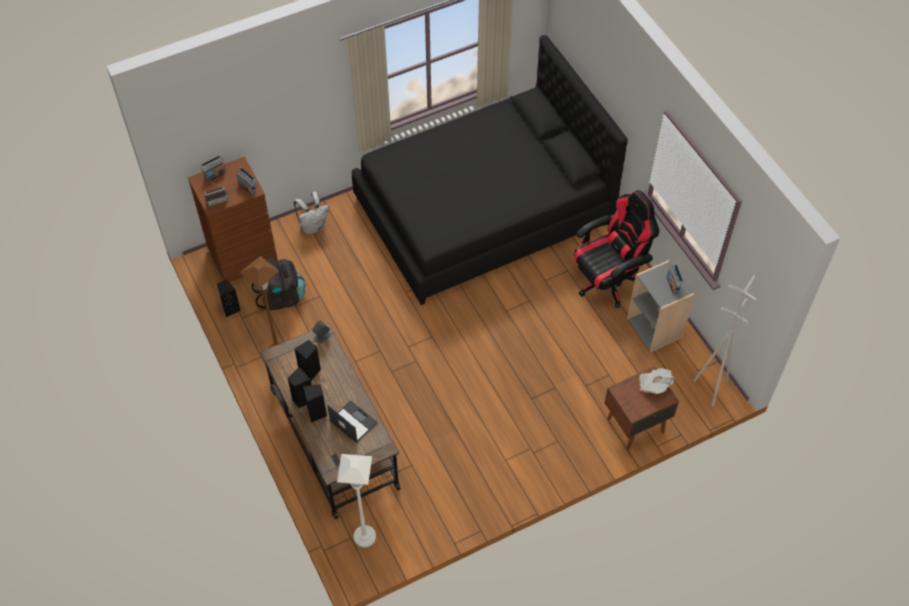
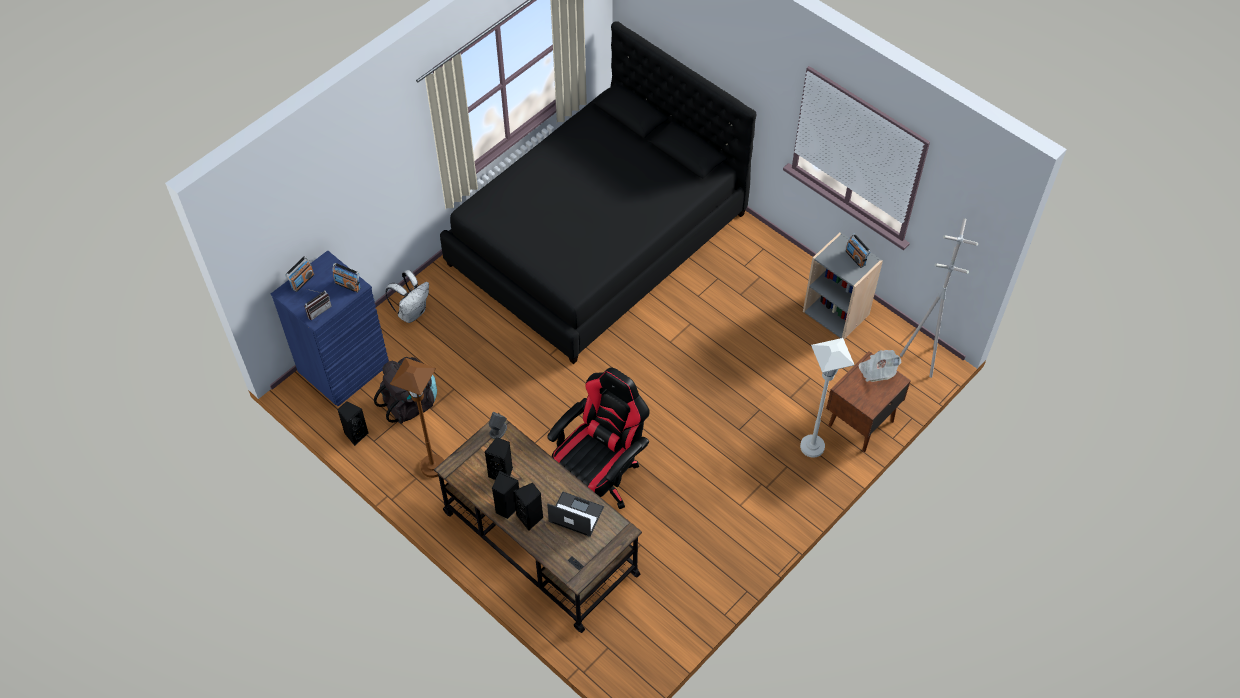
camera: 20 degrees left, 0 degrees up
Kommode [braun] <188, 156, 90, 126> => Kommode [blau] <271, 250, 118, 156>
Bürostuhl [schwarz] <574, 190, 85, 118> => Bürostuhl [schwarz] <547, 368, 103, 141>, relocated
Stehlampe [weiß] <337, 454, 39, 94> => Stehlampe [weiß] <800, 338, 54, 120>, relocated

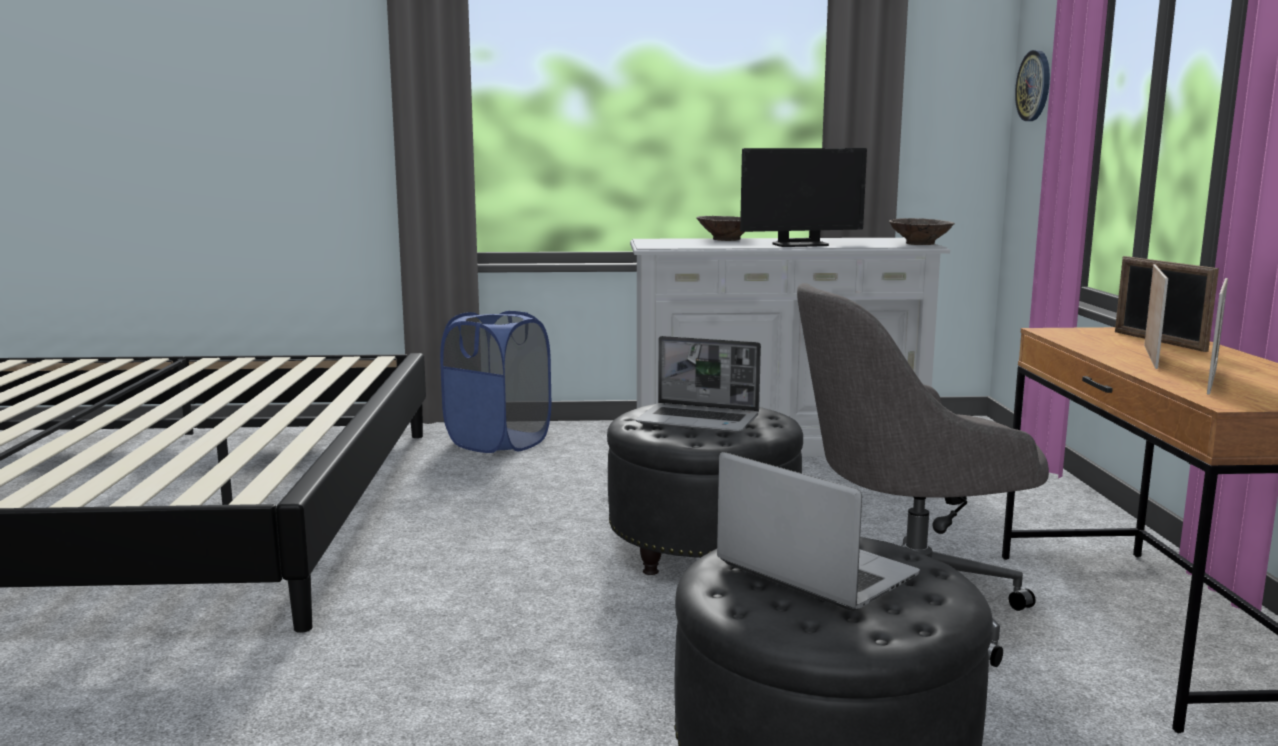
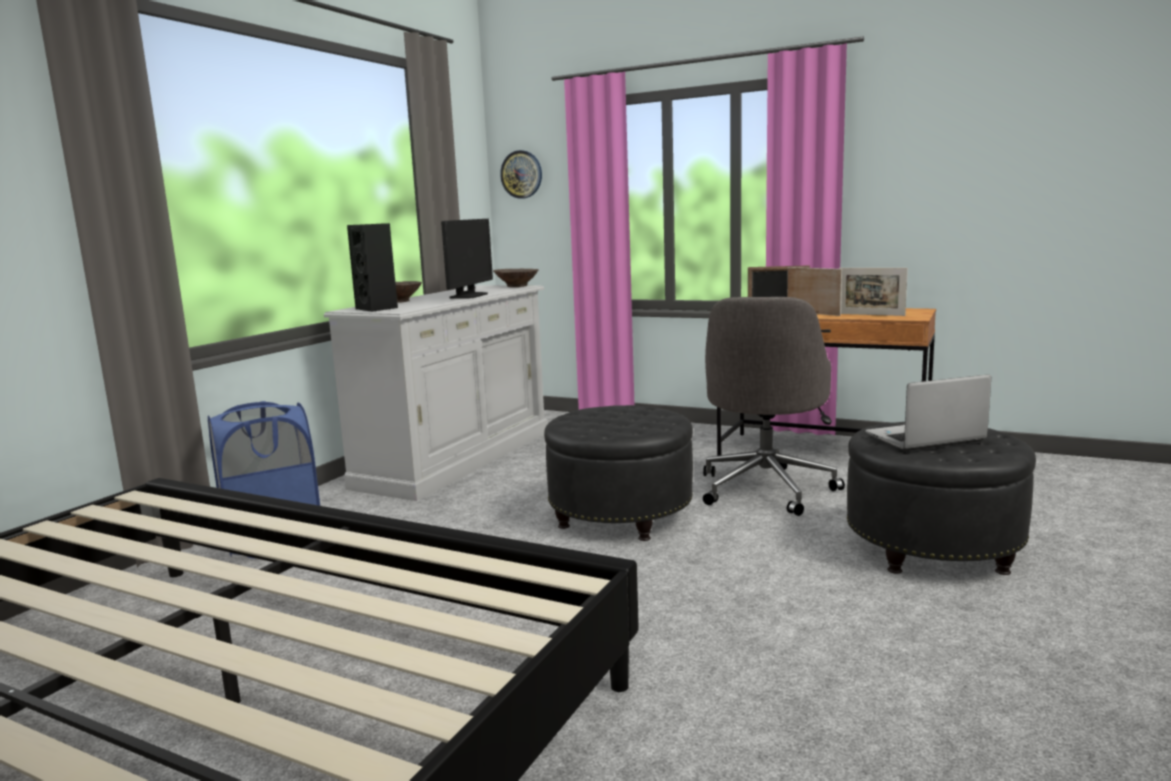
camera: 60 degrees left, 0 degrees up
nothing => Lautsprecher [schwarz] <347, 223, 51, 89>
Bilderrahmen <1207, 278, 21, 117> => Bilderrahmen <839, 268, 69, 48>, 150 degrees clockwise
Laptop <636, 336, 125, 97> => nothing

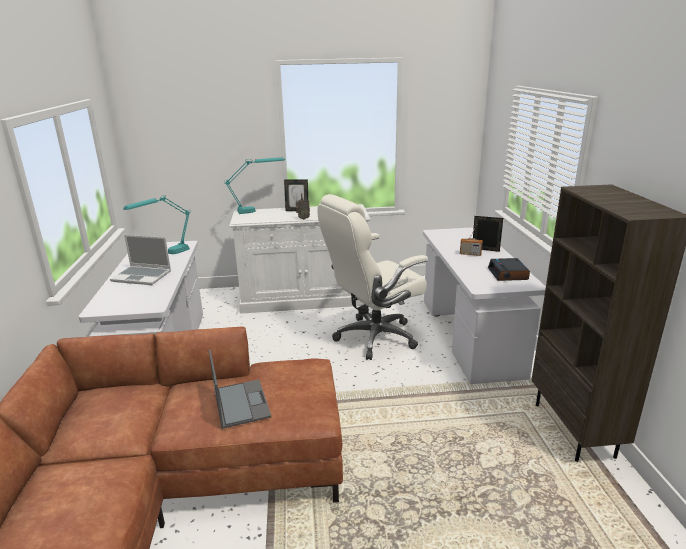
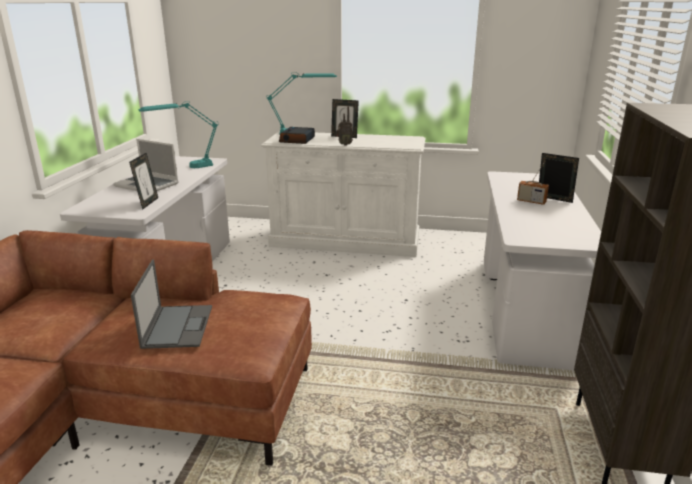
camera: 15 degrees right, 0 degrees up
nothing => Bilderrahmen <129, 153, 29, 57>
Wecker <488, 258, 42, 23> => Wecker <279, 127, 36, 17>, relocated
Bürostuhl [weiß] <317, 194, 111, 166> => nothing

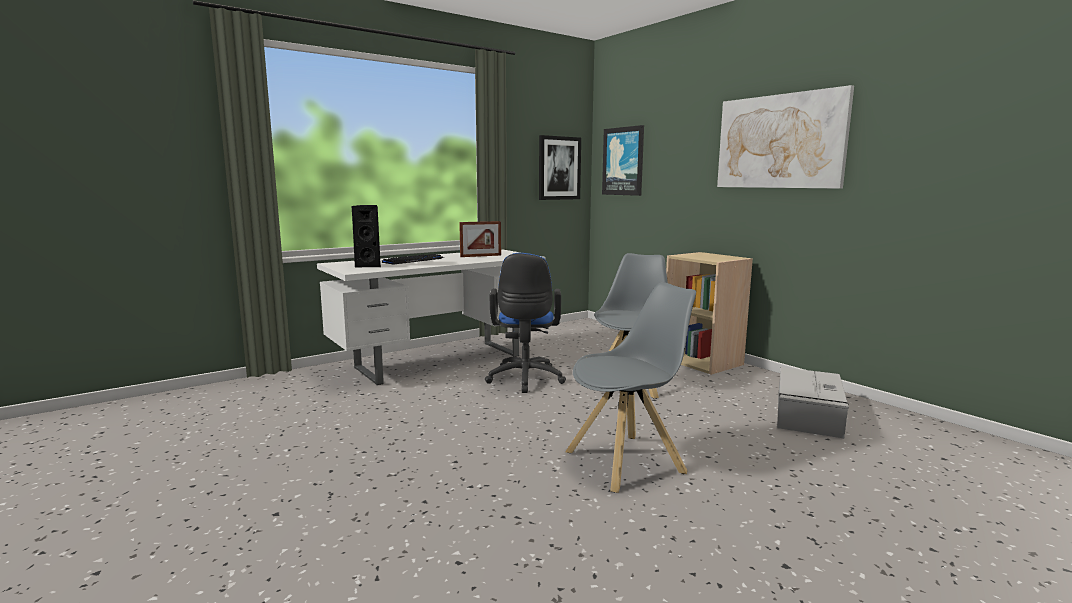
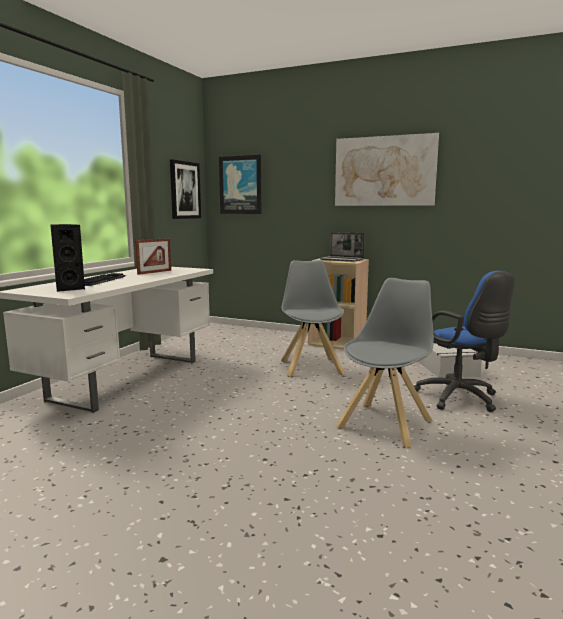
camera: 30 degrees left, 0 degrees up
nothing => Laptop <319, 232, 46, 30>
Bürostuhl [blau] <485, 253, 81, 140> => Bürostuhl [blau] <414, 271, 101, 141>, relocated

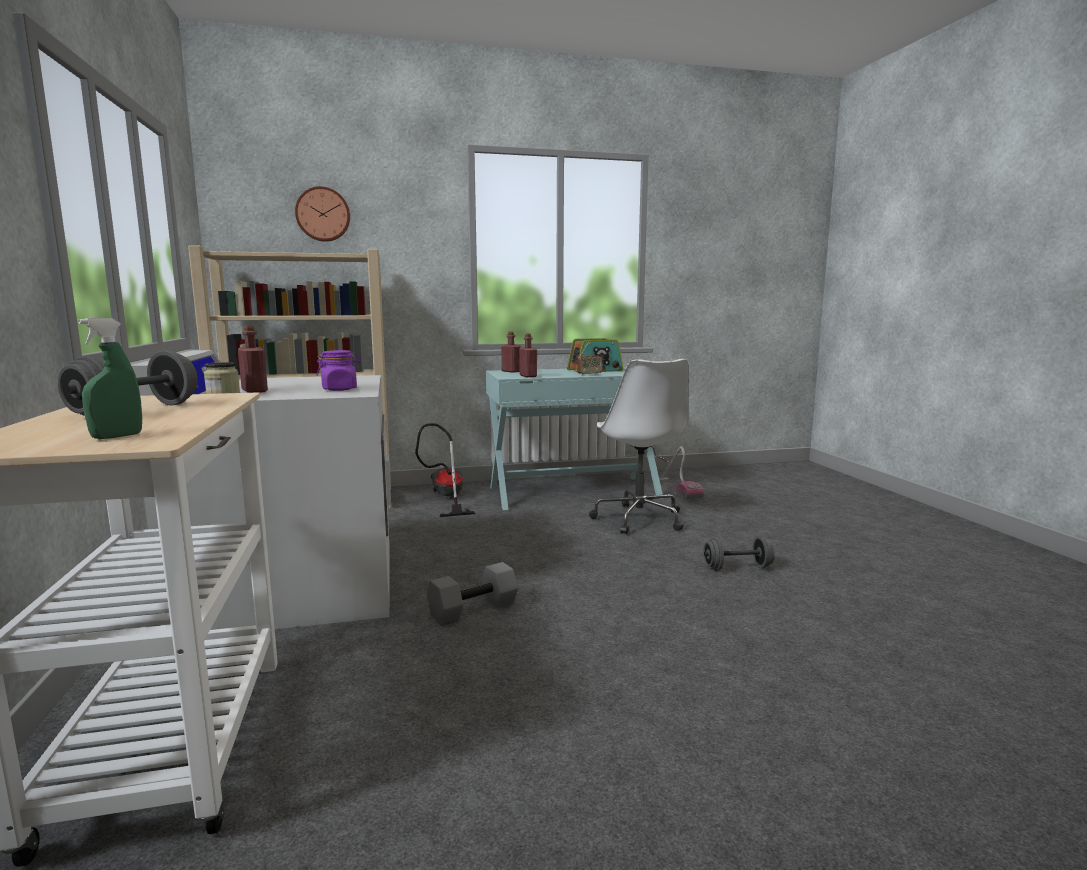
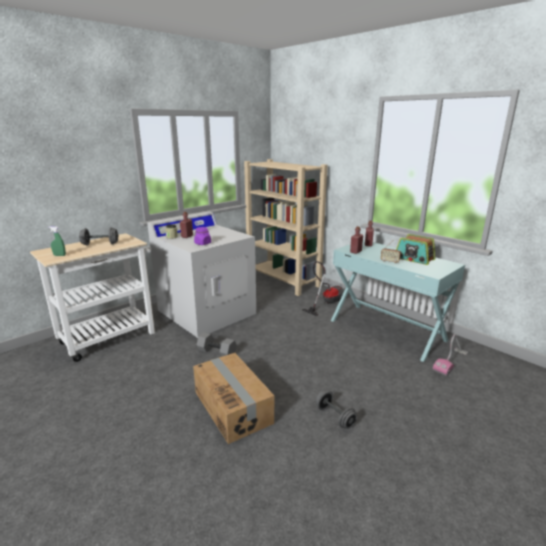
camera: 60 degrees right, 10 degrees up
nothing => Karton <193, 353, 82, 91>
Wanduhr <295, 186, 55, 56> => nothing
Bürostuhl [weiß] <589, 359, 100, 175> => nothing

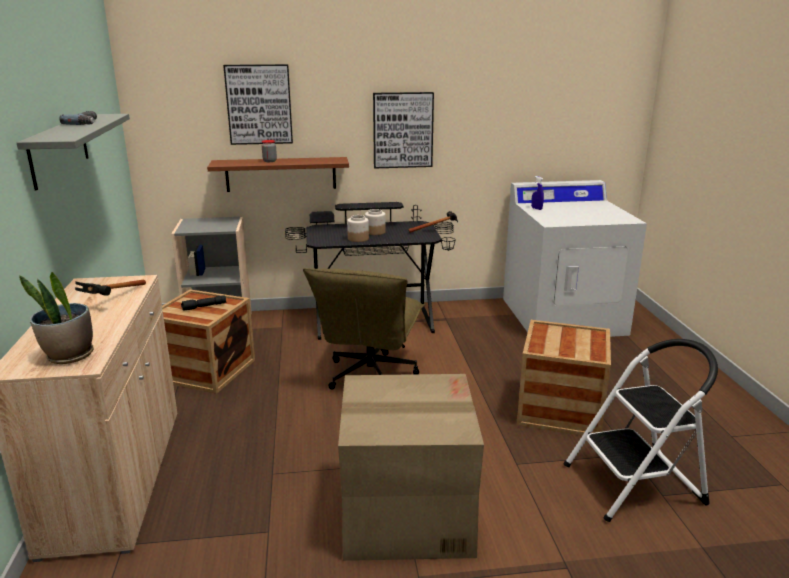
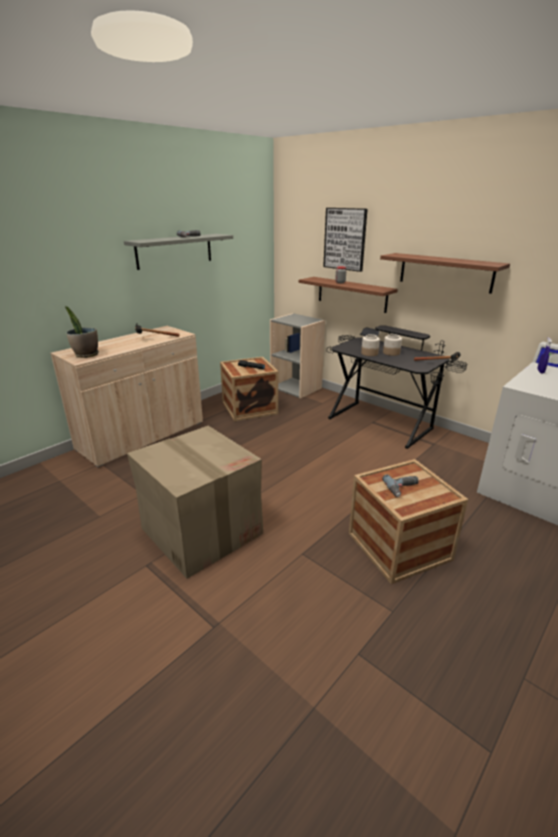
camera: 50 degrees right, 5 degrees up
Bild <373, 92, 61, 76> => Wandregal [braun] <380, 253, 130, 41>
nothing => Bohrmaschine <382, 475, 37, 22>
Bürostuhl [beige] <303, 268, 123, 122> => nothing
Trittleiter <564, 339, 154, 183> => nothing

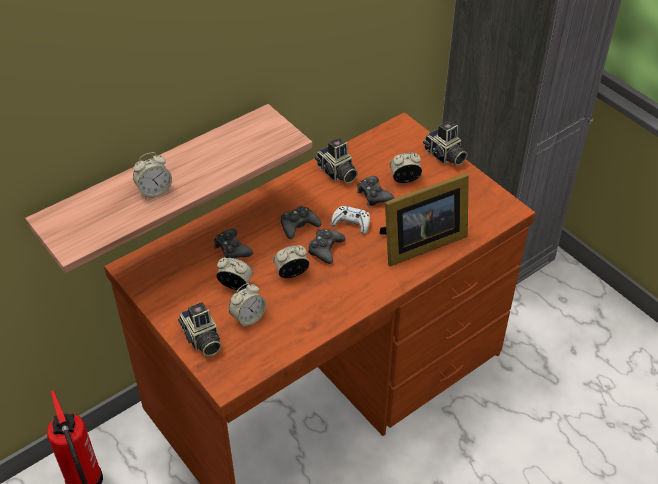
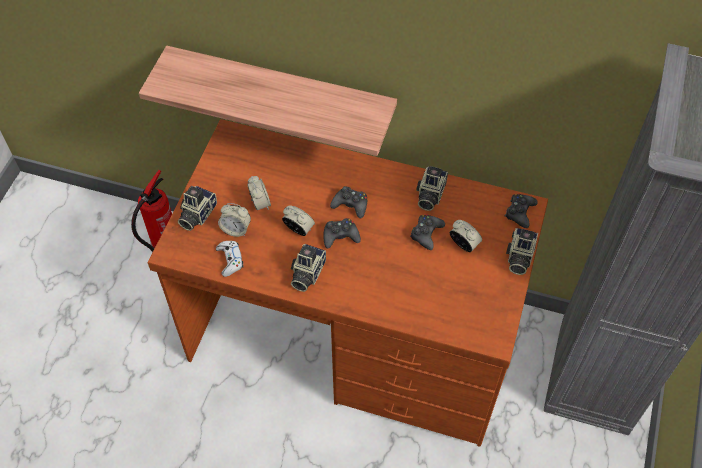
camera: 55 degrees right, 10 degrees up
Gamepad [weiß] <331, 206, 39, 28> => Gamepad [weiß] <216, 241, 28, 36>, relocated
nothing => Kamera <291, 244, 35, 48>
Gamepad [schwarz] <214, 228, 39, 30> => Gamepad [schwarz] <505, 193, 33, 35>, relocated
Wecker <133, 152, 39, 47> => nothing
Bilderrahmen <380, 173, 89, 93> => nothing

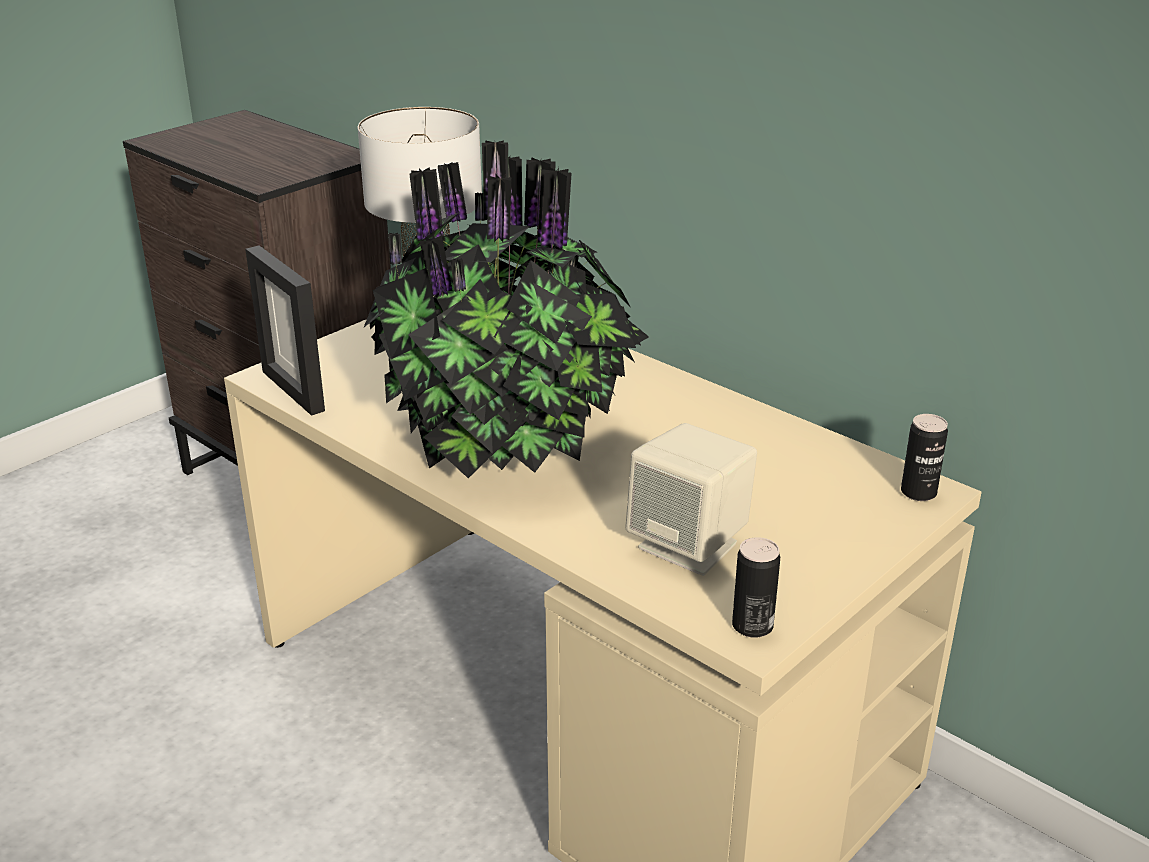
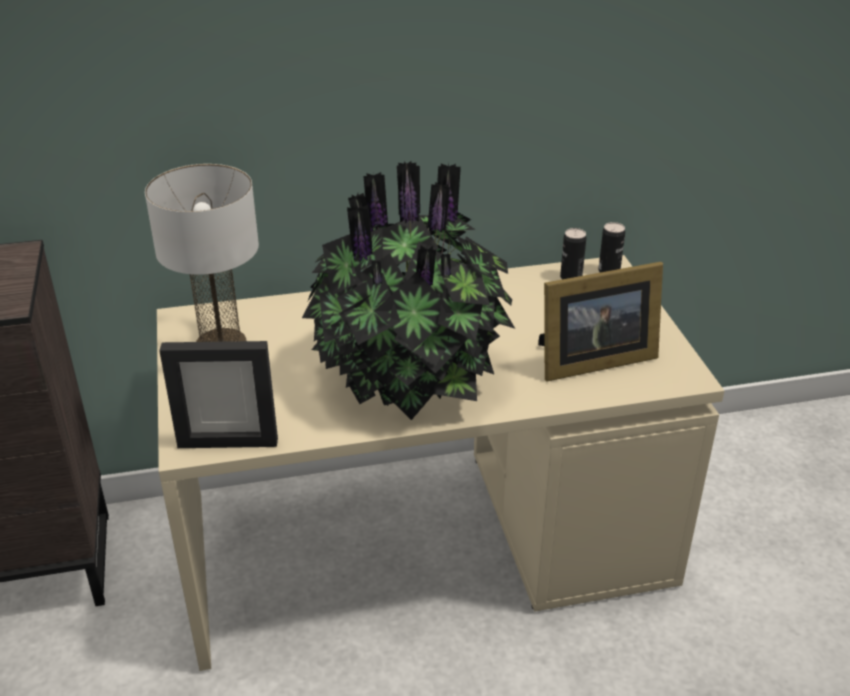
camera: 55 degrees left, 5 degrees up
Lautsprecher [beige] <625, 423, 132, 153> => Bilderrahmen <538, 262, 125, 119>
Dose <732, 537, 48, 101> => Dose <560, 228, 26, 51>, relocated

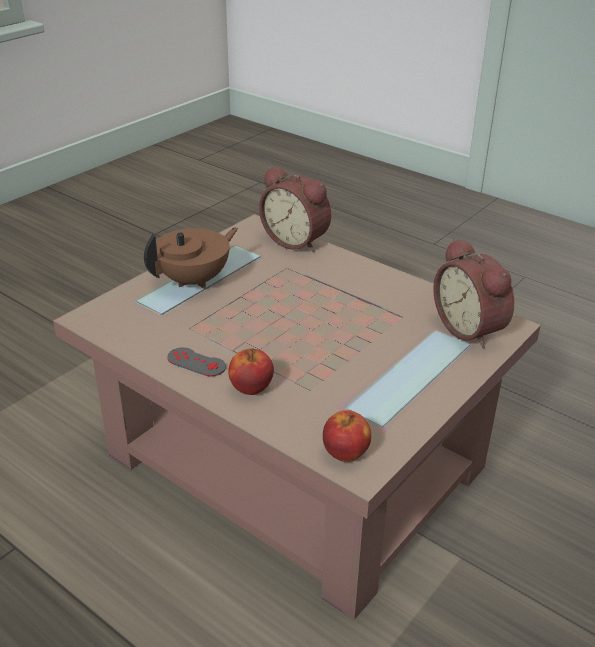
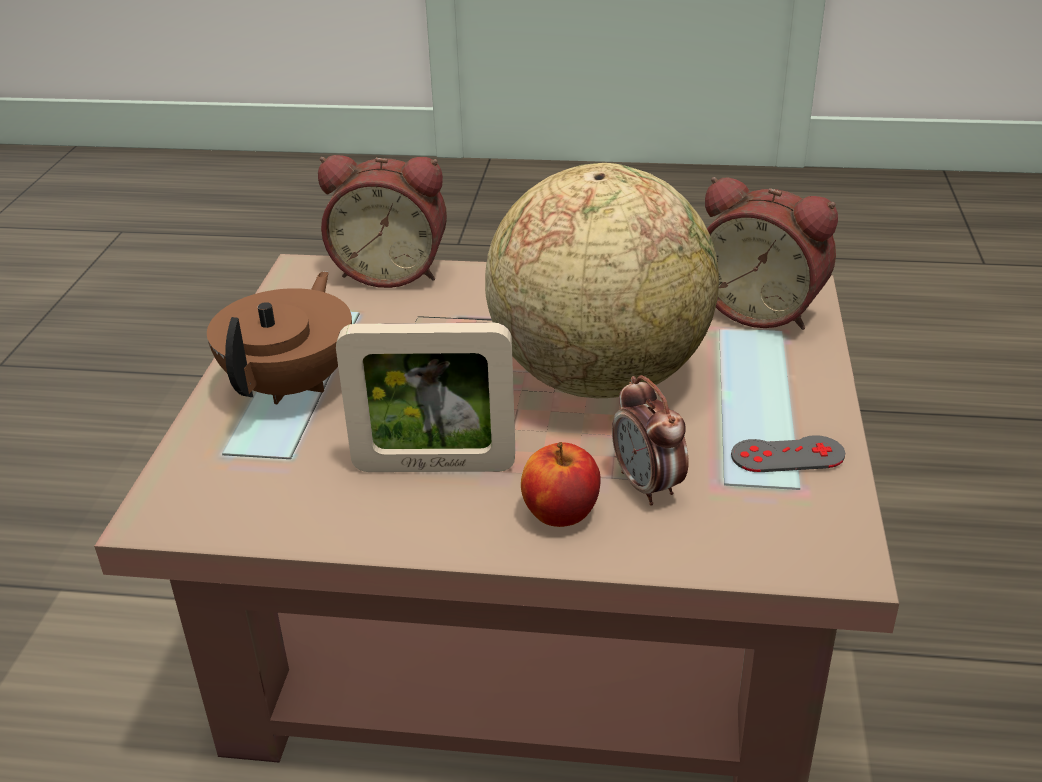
camera: 30 degrees left, 0 degrees up
nothing => Bilderrahmen <336, 323, 179, 149>
nothing => Globus <485, 163, 234, 235>
nothing => Wecker <612, 375, 77, 131>
Gamepad [grau] <167, 347, 59, 29> => Gamepad [grau] <731, 435, 114, 37>, relocated
Apfel <323, 410, 48, 52> => nothing

